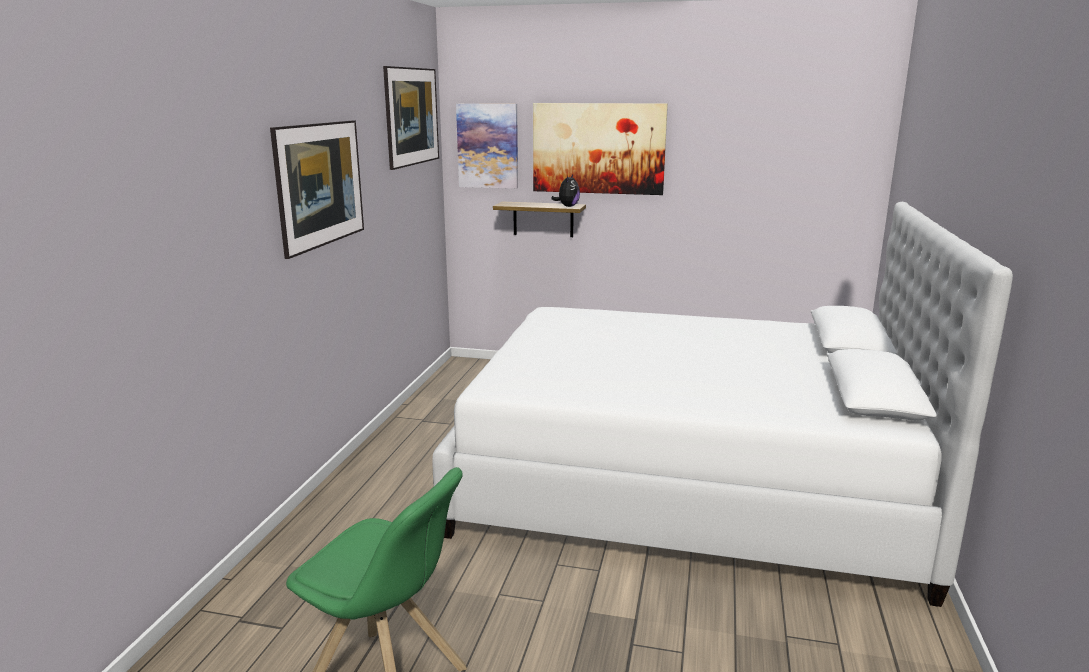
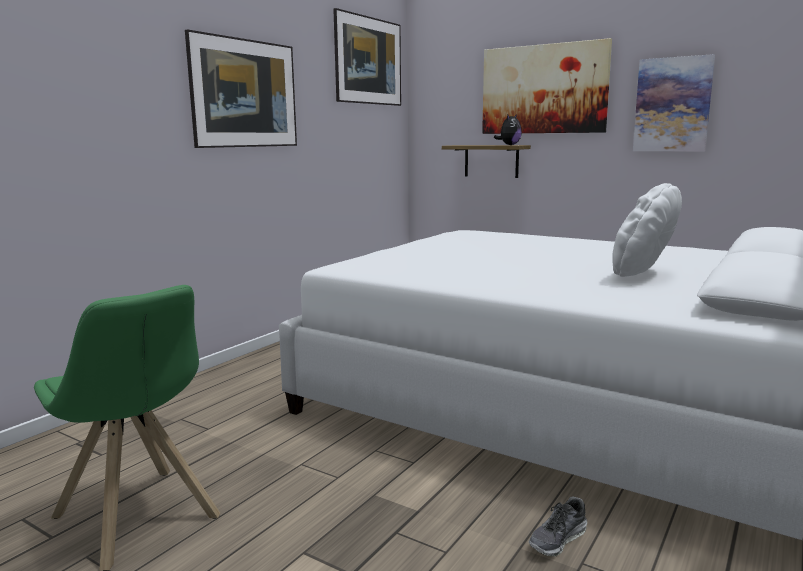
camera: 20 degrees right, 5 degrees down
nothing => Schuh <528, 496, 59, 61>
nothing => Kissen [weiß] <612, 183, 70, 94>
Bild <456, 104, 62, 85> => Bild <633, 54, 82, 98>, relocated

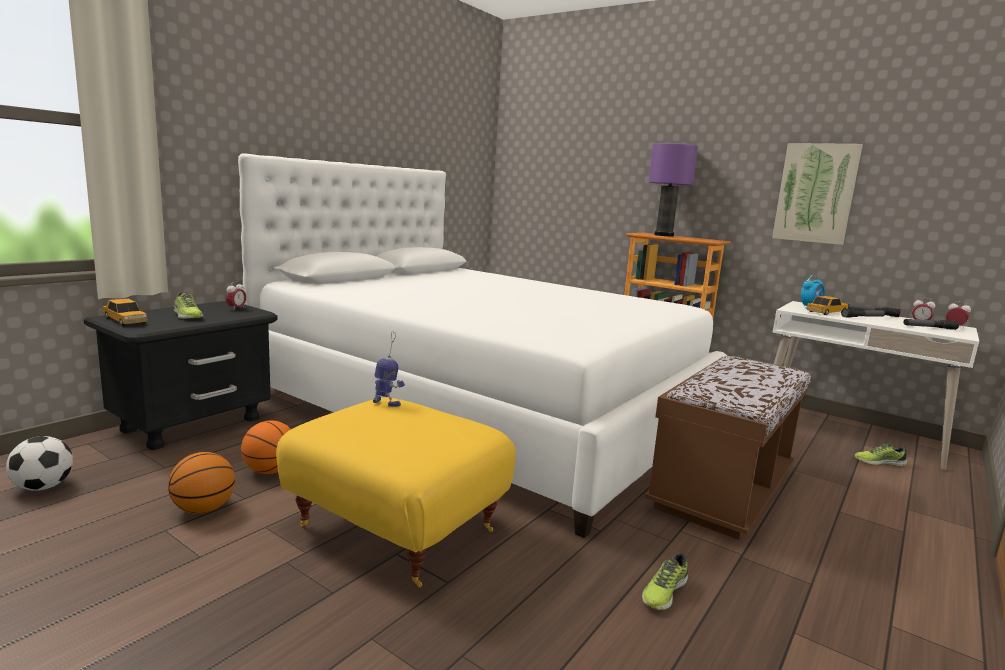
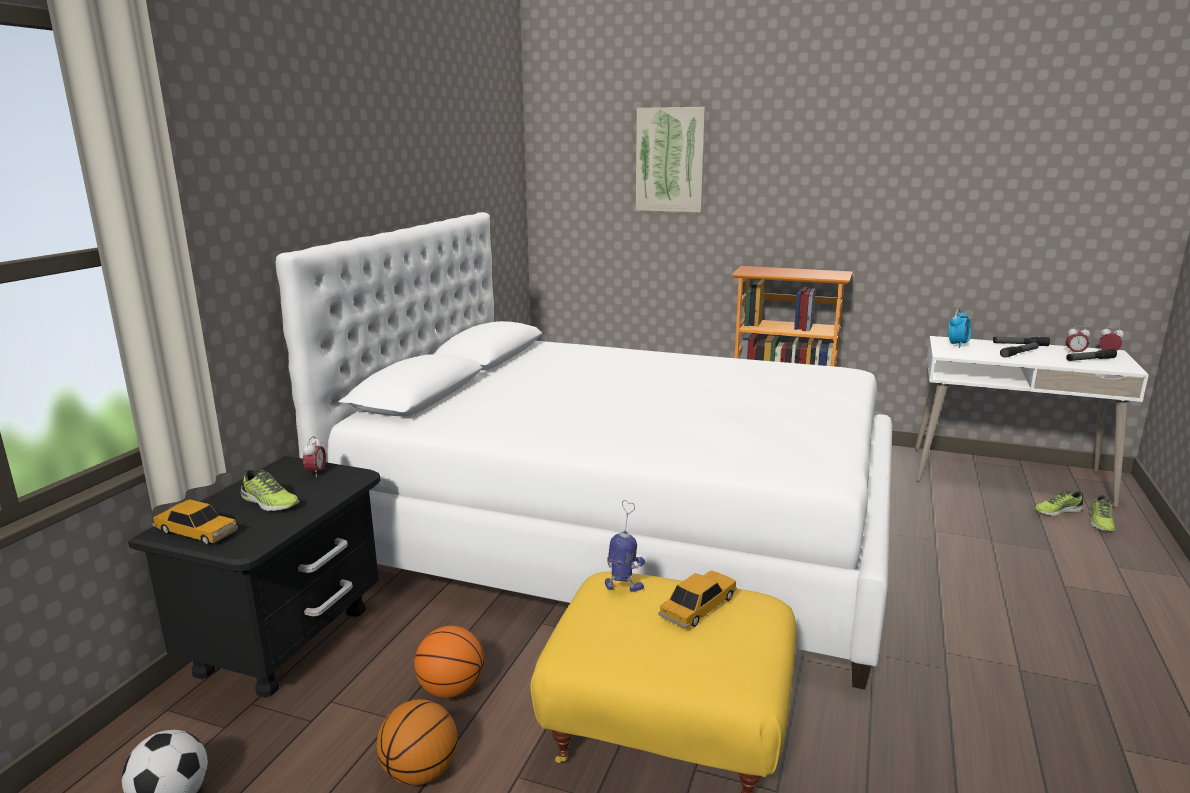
camera: 15 degrees left, 5 degrees up
Bild <772, 143, 91, 102> => Bild <636, 107, 70, 105>, relocated
Spielzeugauto <805, 296, 43, 19> => Spielzeugauto <658, 570, 79, 59>, relocated
Schuh <642, 553, 46, 57> => Schuh <1089, 495, 26, 37>, relocated
Bank [braun] <645, 356, 166, 184> => nothing
Tischlampe [lila] <649, 143, 49, 94> => nothing

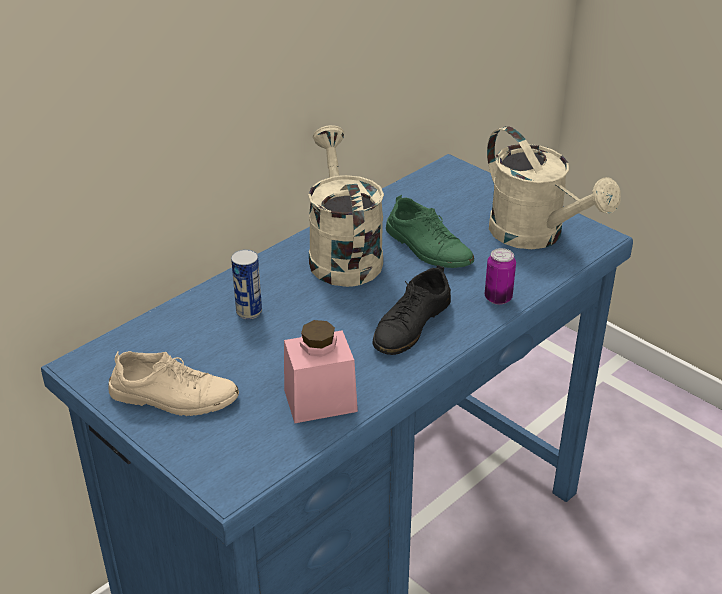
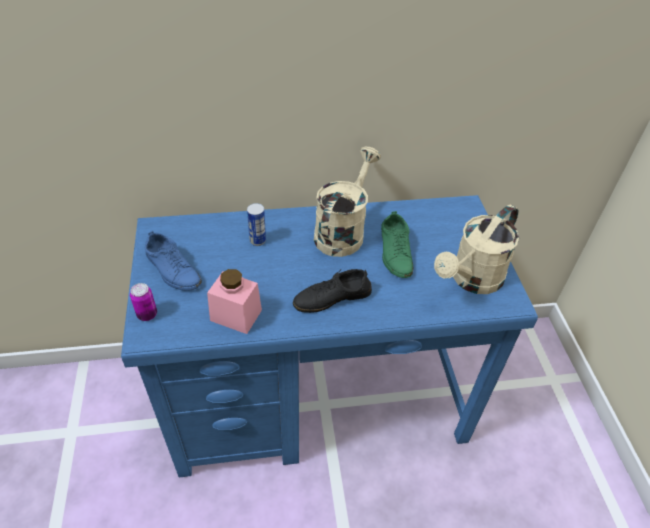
camera: 35 degrees right, 10 degrees up
Dose <485, 248, 31, 57> => Dose <130, 283, 27, 38>, relocated
Schuh [beige] <109, 351, 130, 65> => Schuh [blau] <145, 231, 57, 60>
Gießkanne [beige] <487, 126, 134, 123> => Gießkanne [beige] <434, 205, 85, 89>, 45 degrees clockwise

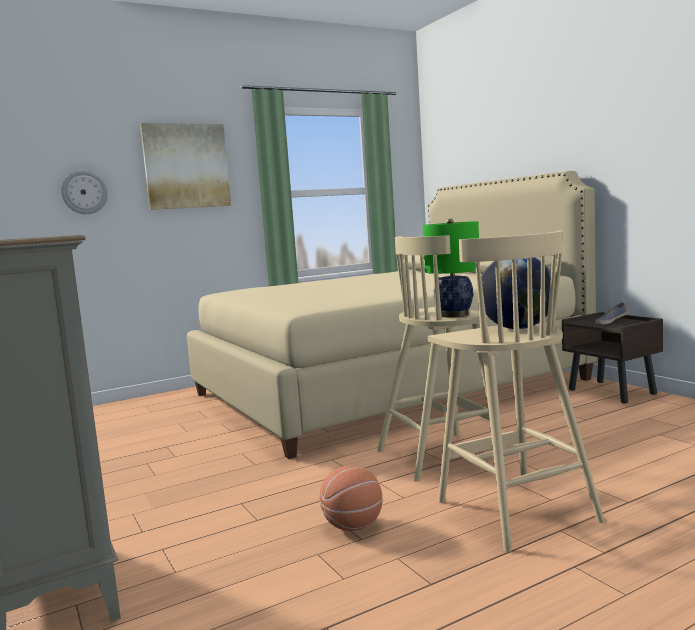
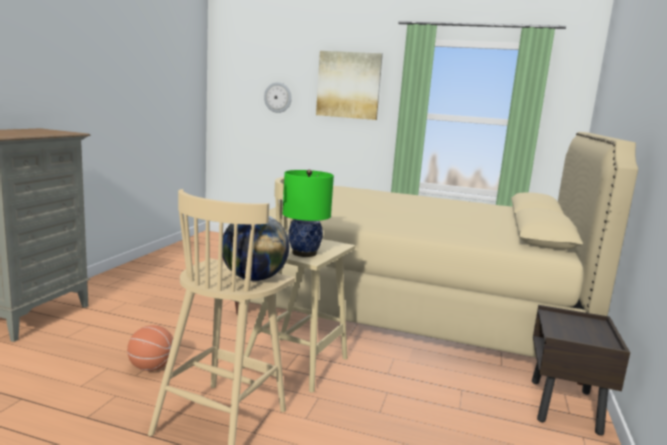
camera: 45 degrees right, 5 degrees up
Schuh <595, 302, 32, 22> => nothing

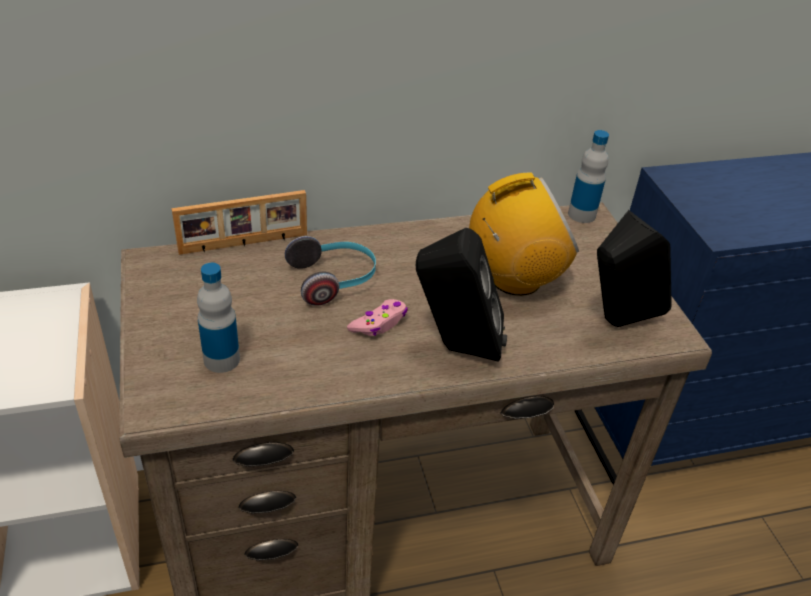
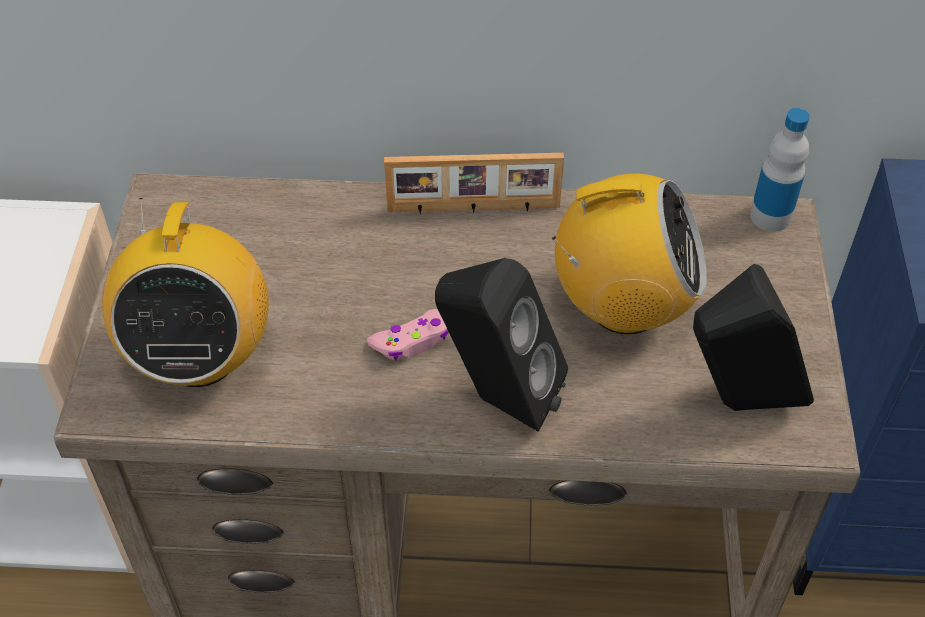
camera: 20 degrees right, 10 degrees up
Flasche <197, 263, 43, 110> => Radio <102, 198, 167, 189>
Bilderrahmen <171, 190, 136, 65> => Bilderrahmen <384, 153, 180, 61>, relocated
Kopfhörer <285, 236, 91, 70> => nothing

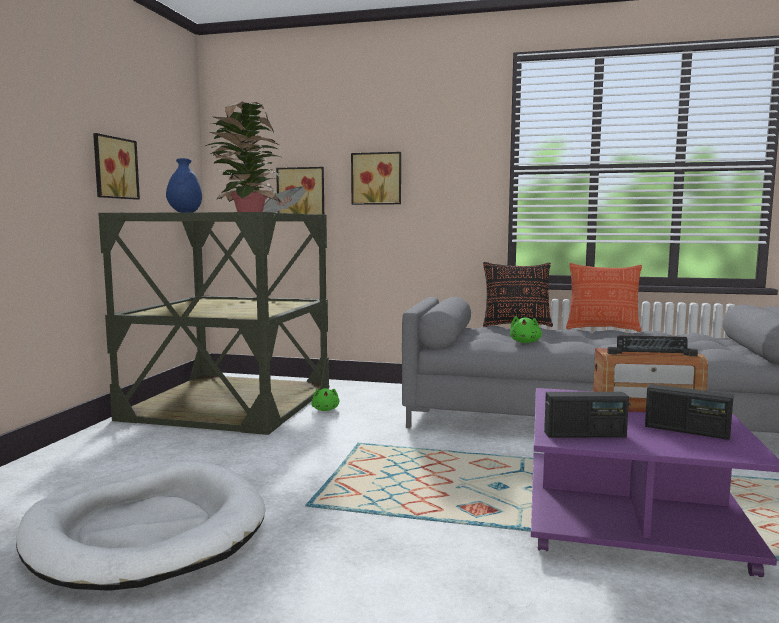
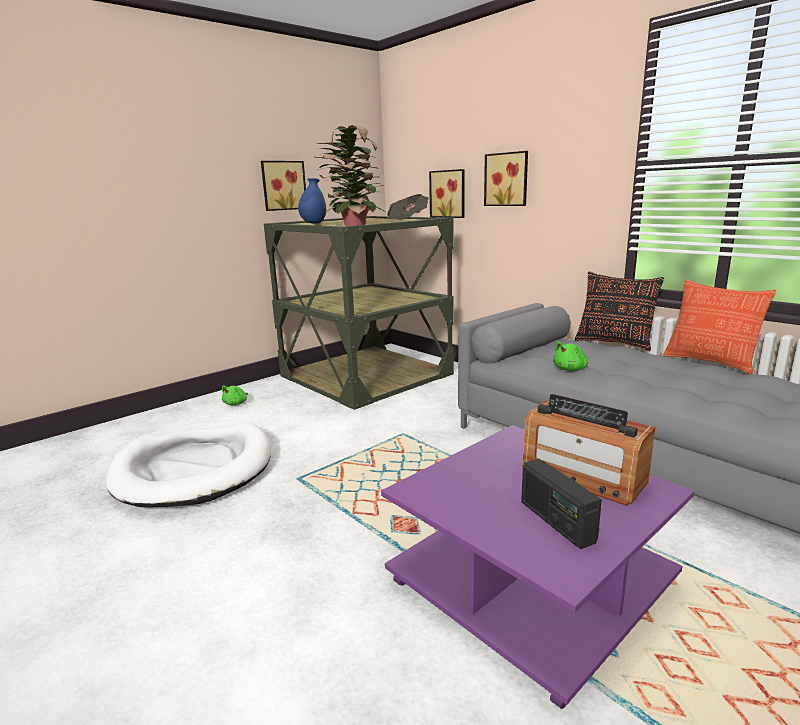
camera: 35 degrees right, 10 degrees up
Plüschtier [grün] <311, 388, 28, 23> => Plüschtier [grün] <222, 385, 26, 20>, relocated
Radio <544, 392, 85, 46> => nothing

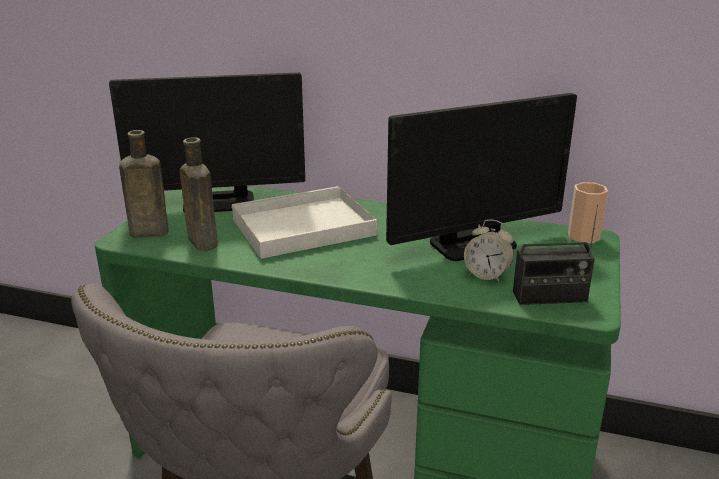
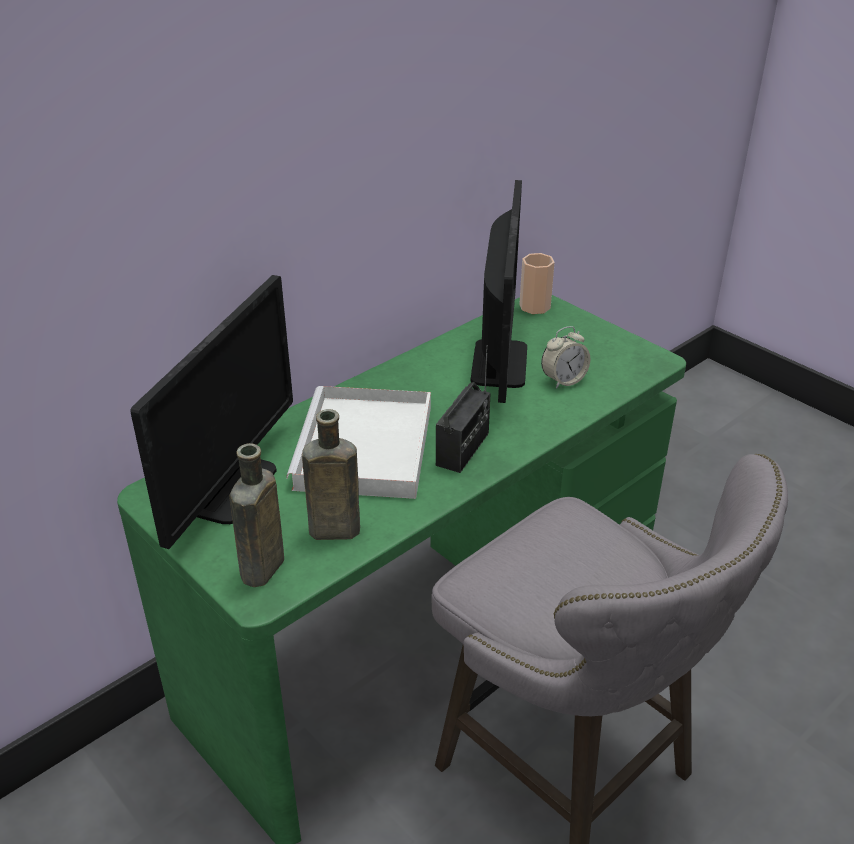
camera: 60 degrees left, 10 degrees up
Radio <513, 204, 85, 101> => Radio <436, 345, 55, 128>, relocated

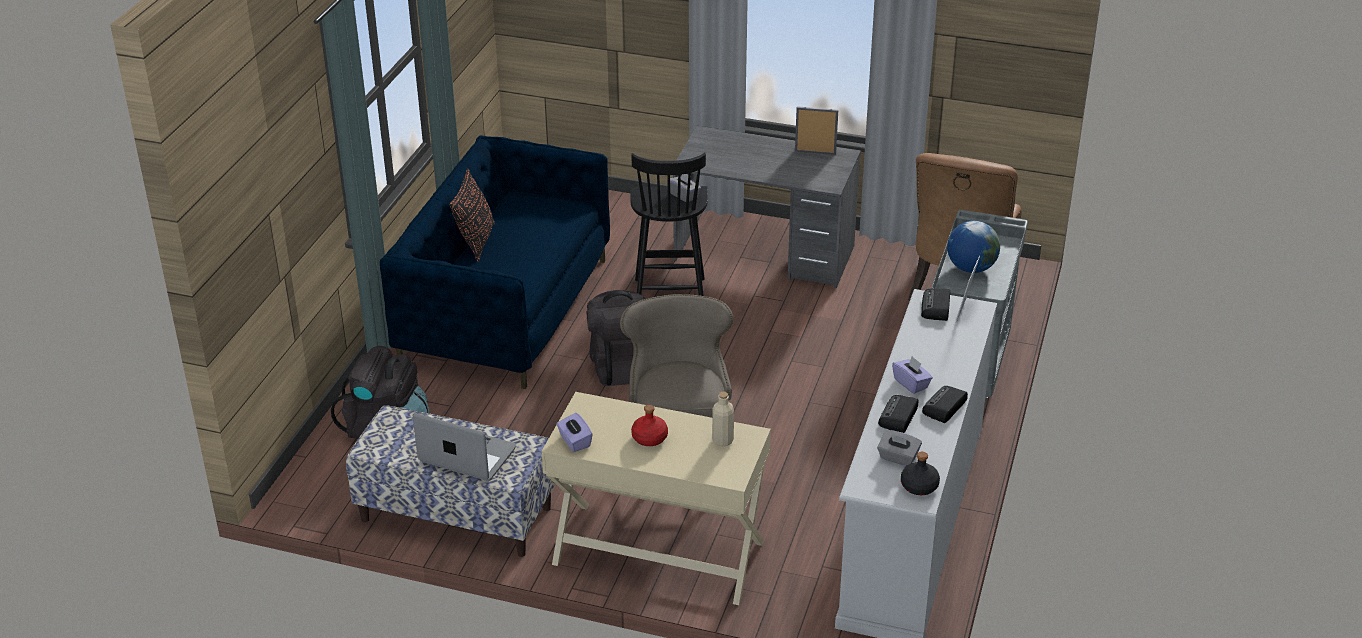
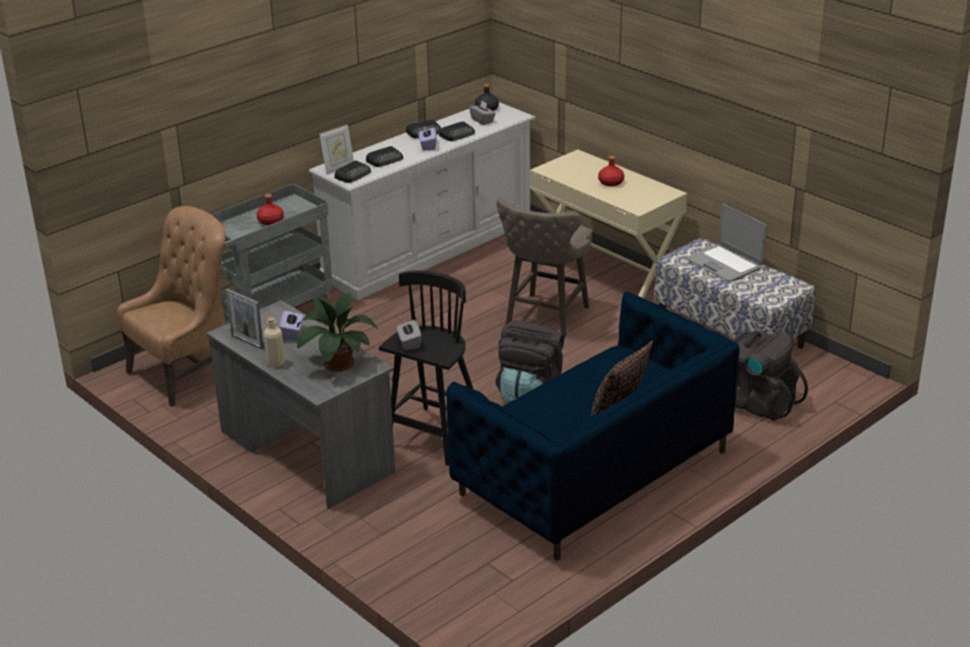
camera: 150 degrees left, 5 degrees down
Globus <947, 221, 53, 52> => Flasche [rot] <257, 194, 27, 31>
Flasche [beige] <712, 391, 22, 56> => Flasche [beige] <264, 317, 21, 50>, relocated
Taschentuchbox [lila] <557, 413, 36, 39> => Taschentuchbox [lila] <279, 310, 24, 30>, relocated
nothing => Topfpflanze <297, 293, 81, 78>
nothing => Radio <366, 146, 37, 21>

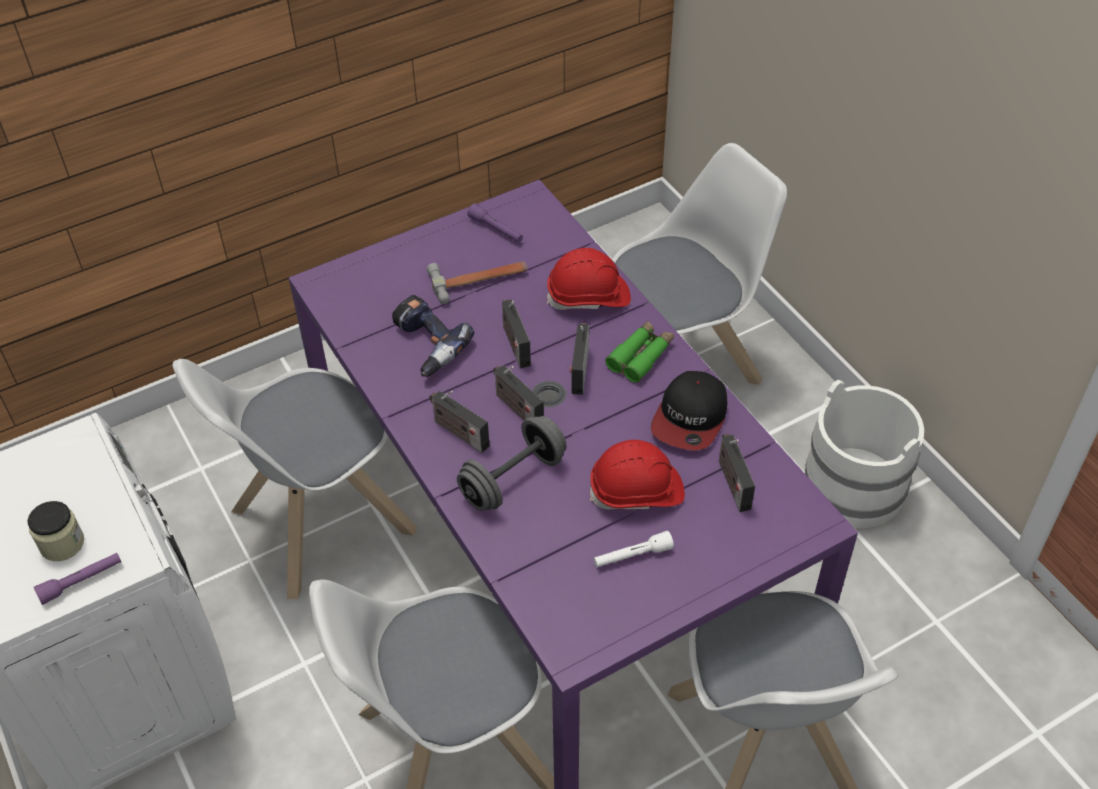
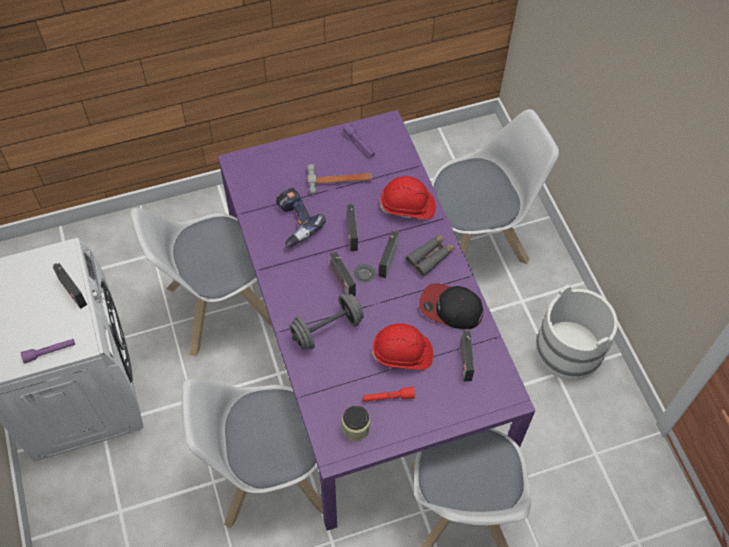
camera: 10 degrees right, 10 degrees up
Radio <429, 391, 61, 62> => Radio <53, 263, 34, 46>, relocated
Vorratsglas <27, 501, 57, 60> => Vorratsglas <342, 406, 28, 35>, relocated
Taschenlampe [weiß] <594, 531, 80, 36> => Taschenlampe [rot] <363, 387, 52, 15>
Fernglas [grün] <605, 321, 69, 62> => Fernglas [grau] <406, 234, 49, 43>
Kappe <651, 371, 76, 80> => Kappe <419, 283, 64, 46>, 75 degrees clockwise

